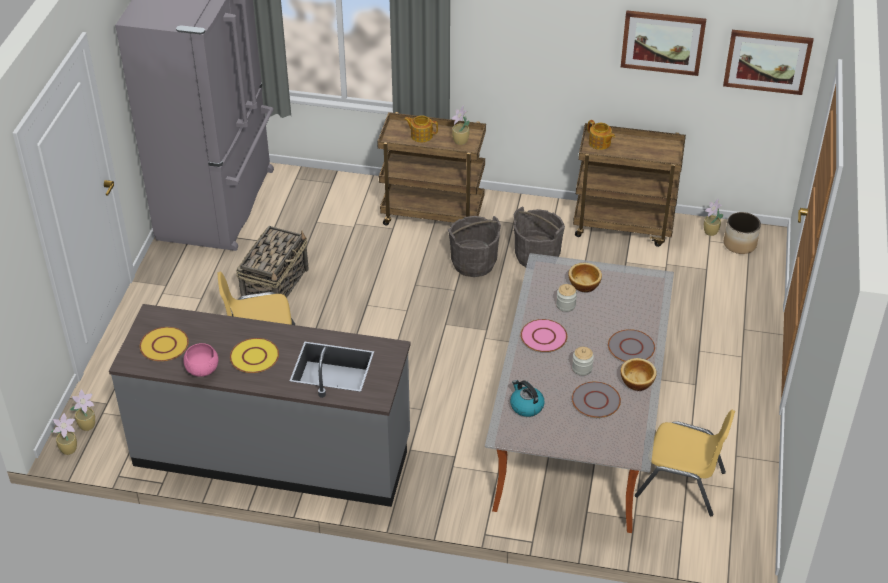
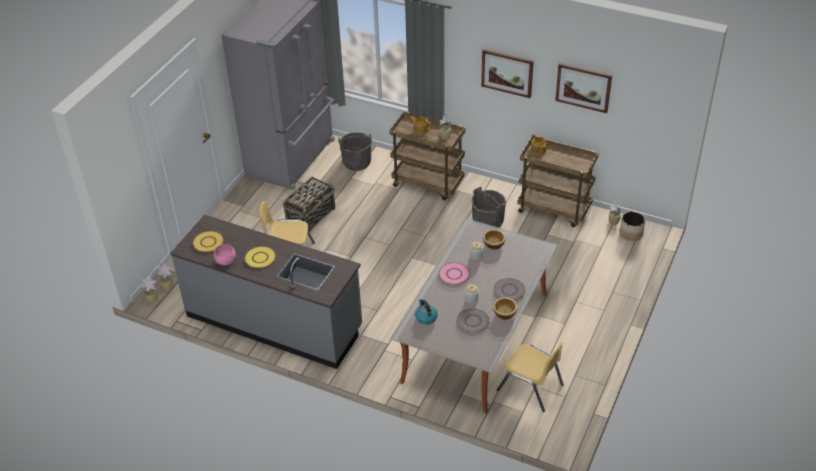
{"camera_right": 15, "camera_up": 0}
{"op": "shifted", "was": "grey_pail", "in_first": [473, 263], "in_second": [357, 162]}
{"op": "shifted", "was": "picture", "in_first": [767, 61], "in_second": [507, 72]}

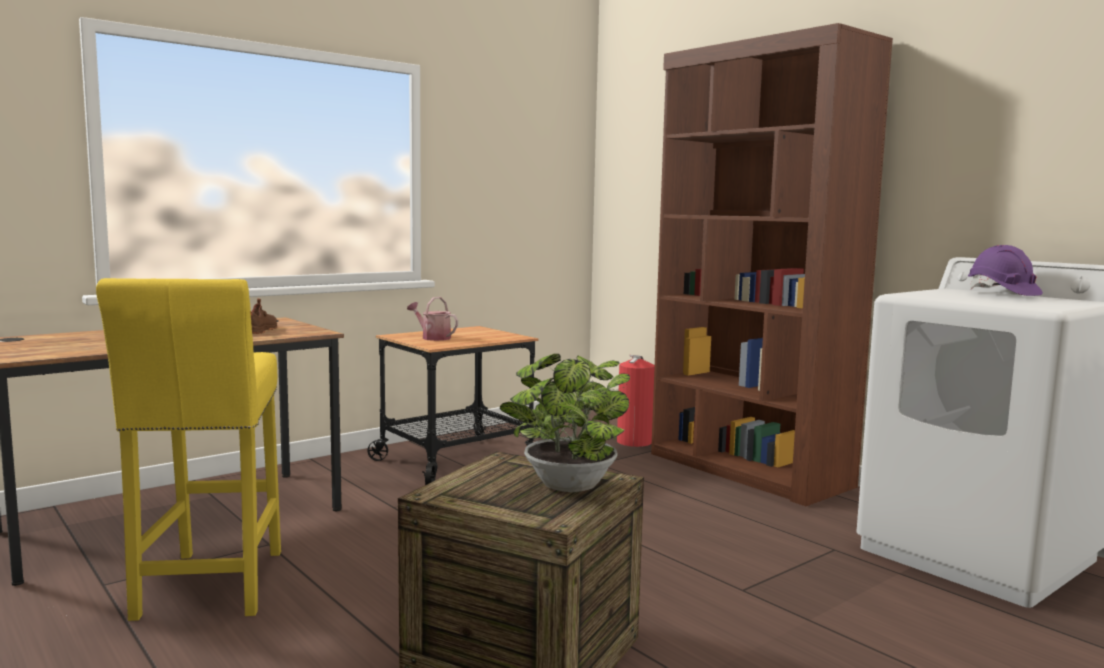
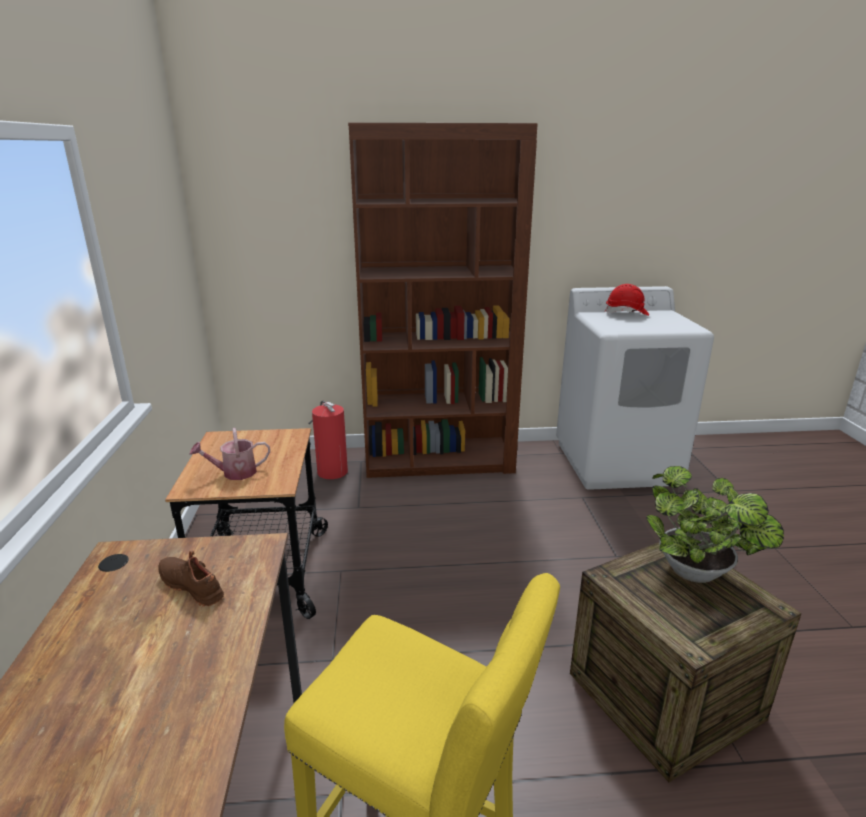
{"camera_right": -55, "camera_up": 15}
{"op": "repainted", "was": "purple-coloured_work_helmet", "now": "reddish_work_helmet", "in_first": [1002, 292], "in_second": [626, 313]}

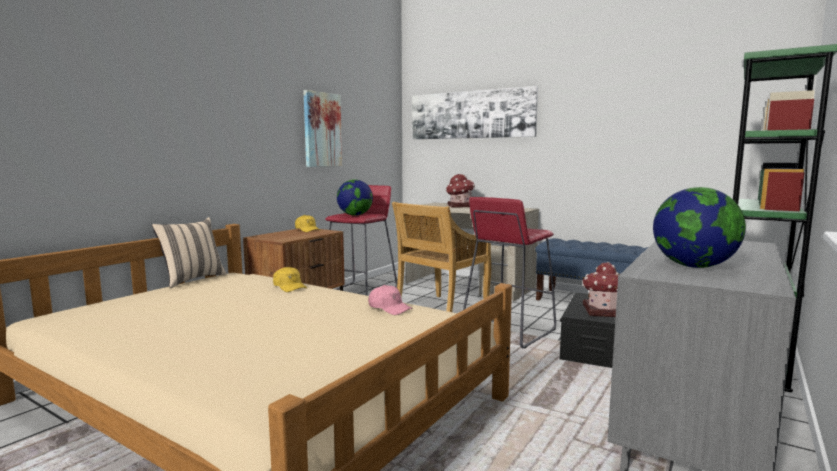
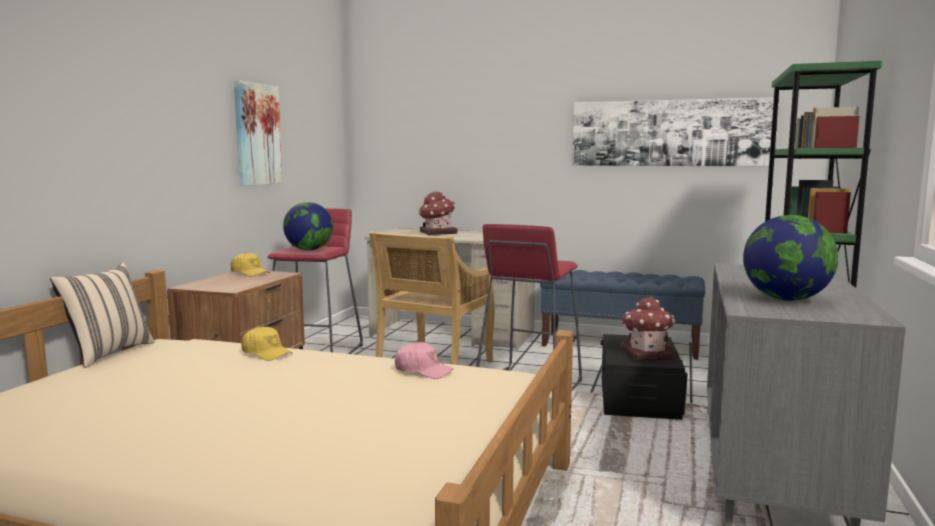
{"camera_right": -15, "camera_up": 0}
{"op": "shifted", "was": "picture", "in_first": [471, 115], "in_second": [670, 133]}

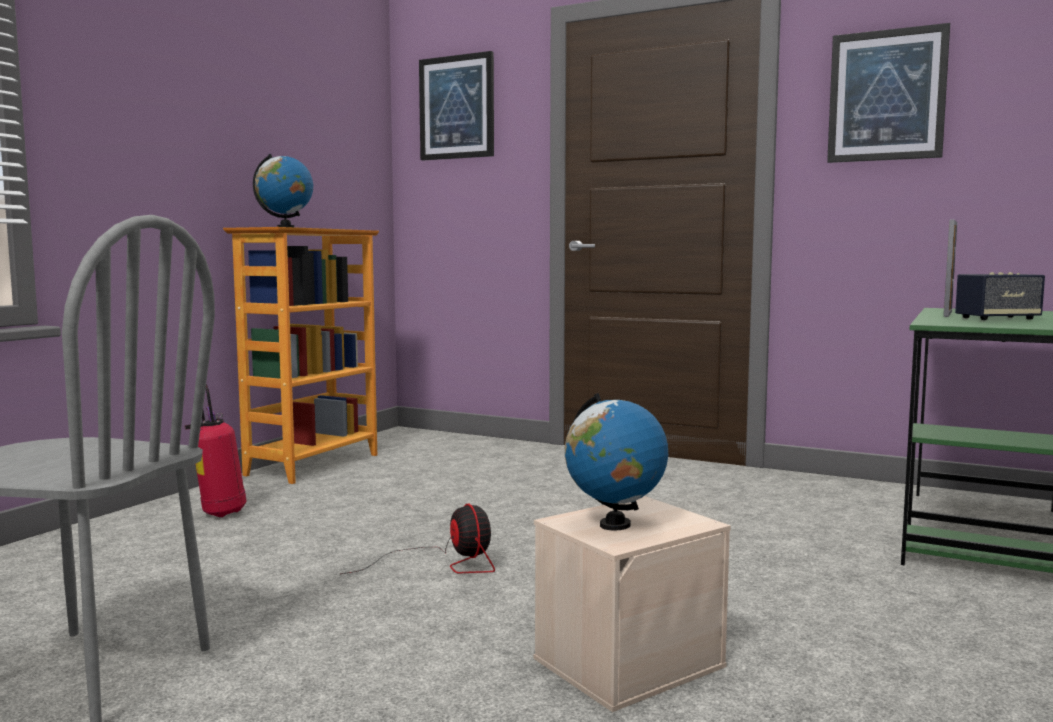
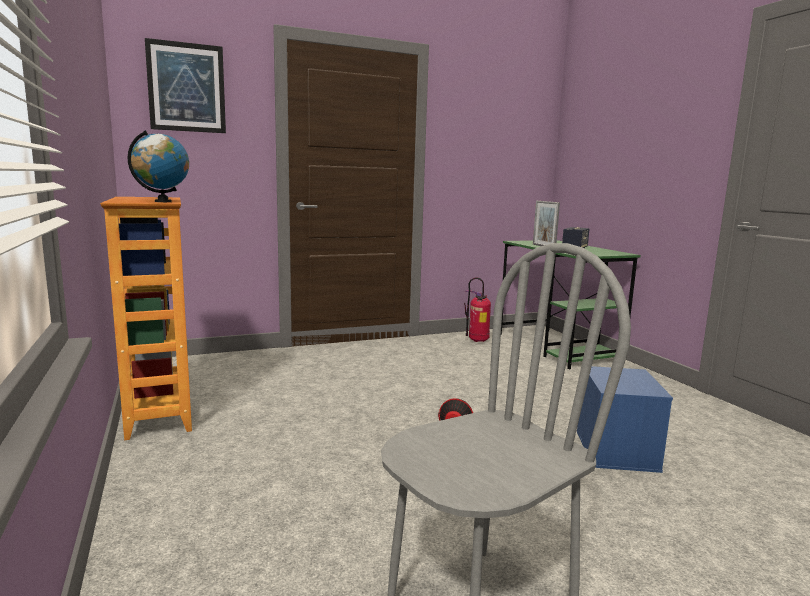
{"camera_right": -50, "camera_up": 5}
{"op": "shifted", "was": "fire-fighting_cylinder", "in_first": [220, 514], "in_second": [477, 341]}
{"op": "repainted", "was": "beige-coloured_storage_container", "now": "bluish_storage_container", "in_first": [629, 661], "in_second": [614, 450]}
{"op": "gone", "was": "globe", "in_first": [614, 525]}
{"op": "gone", "was": "picture", "in_first": [886, 96]}

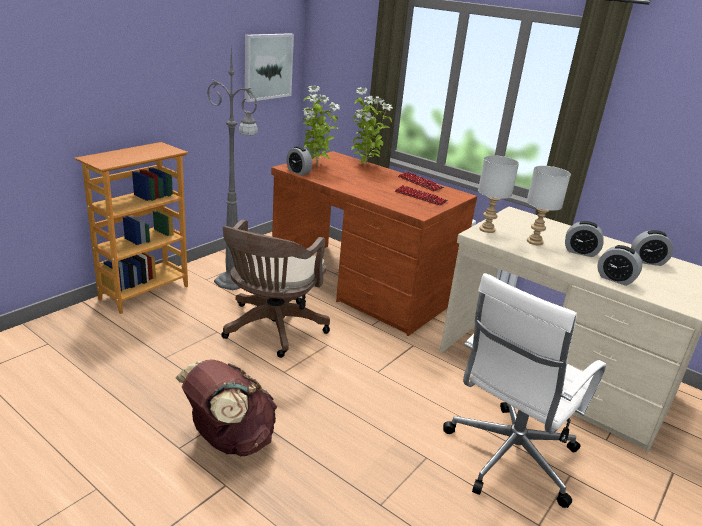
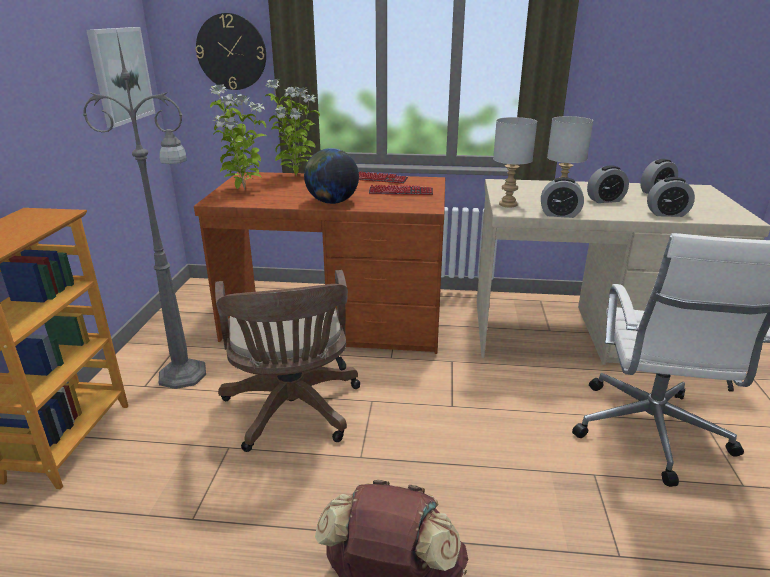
{"camera_right": -30, "camera_up": 0}
{"op": "new", "now": "hanging_clock", "in_second": [231, 52]}
{"op": "new", "now": "globe", "in_second": [332, 202]}
{"op": "shifted", "was": "alarm_clock", "in_first": [298, 172], "in_second": [559, 214]}

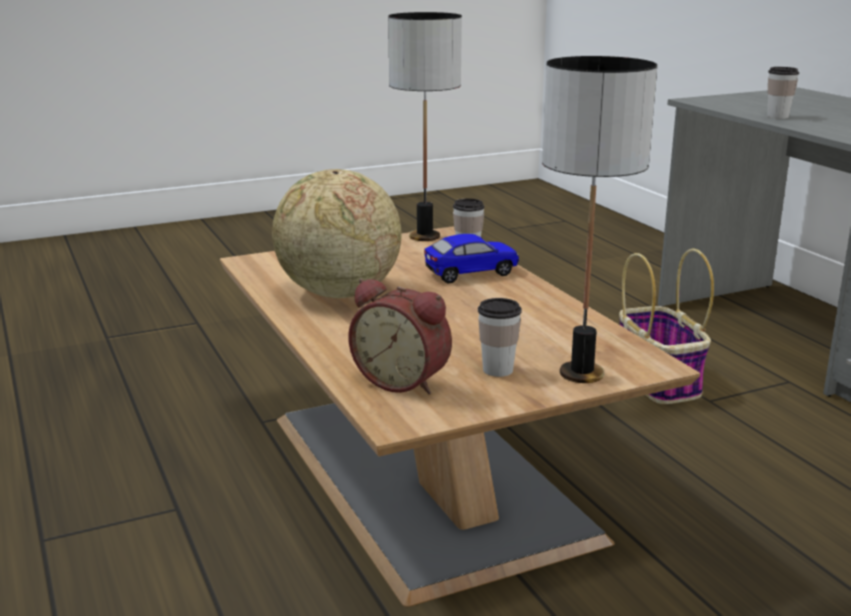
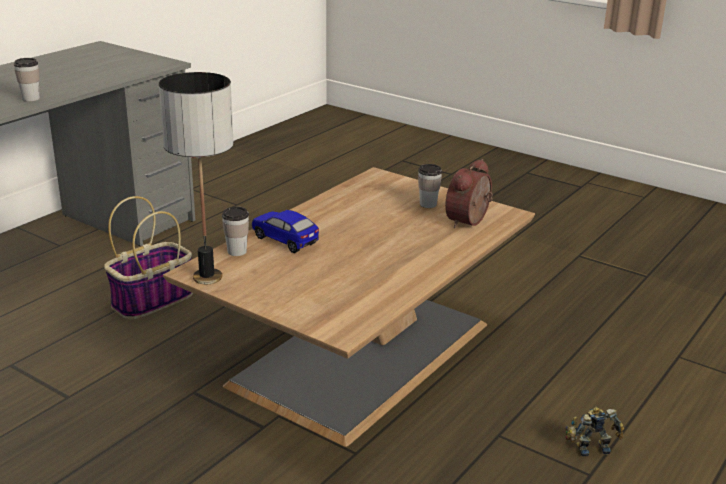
{"camera_right": -120, "camera_up": 5}
{"op": "rotated", "was": "alarm_clock", "in_first": [403, 381], "in_second": [470, 222], "clockwise": -150}
{"op": "new", "now": "toy_robot", "in_second": [591, 447]}
{"op": "gone", "was": "globe", "in_first": [338, 293]}
{"op": "gone", "was": "lamp_for_a_table", "in_first": [580, 374]}

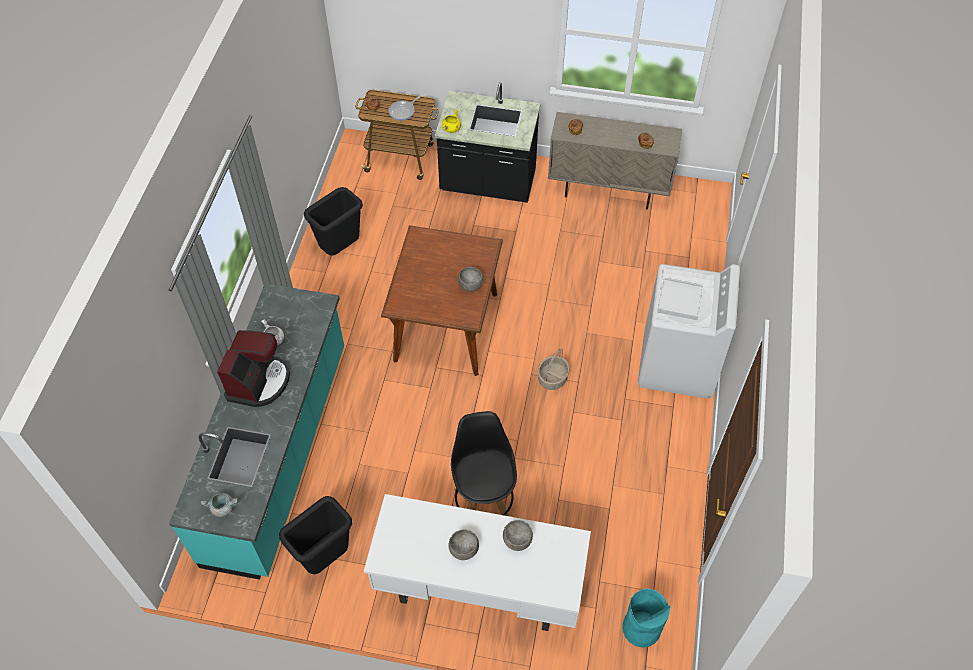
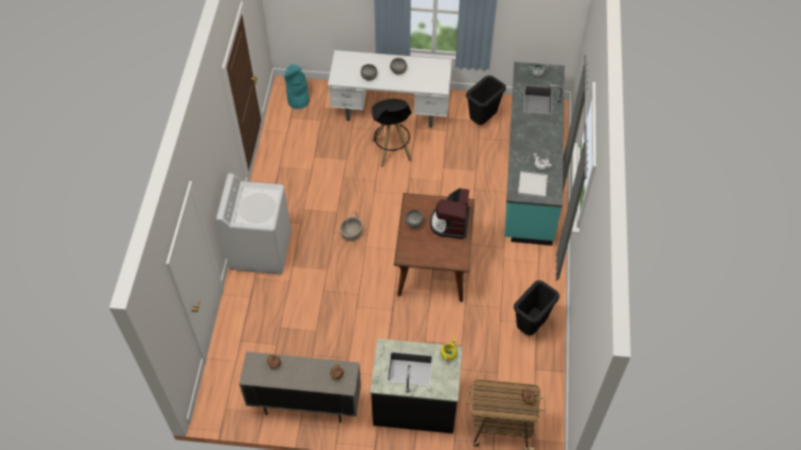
{"camera_right": 175, "camera_up": 0}
{"op": "shifted", "was": "coffee_brewer", "in_first": [259, 382], "in_second": [450, 222]}
{"op": "shifted", "was": "whitish_serving_tray", "in_first": [679, 300], "in_second": [532, 186]}
{"op": "gone", "was": "skillet", "in_first": [403, 111]}

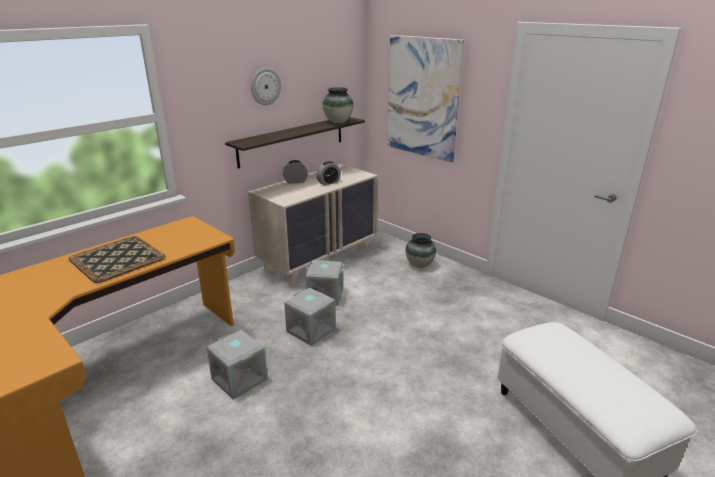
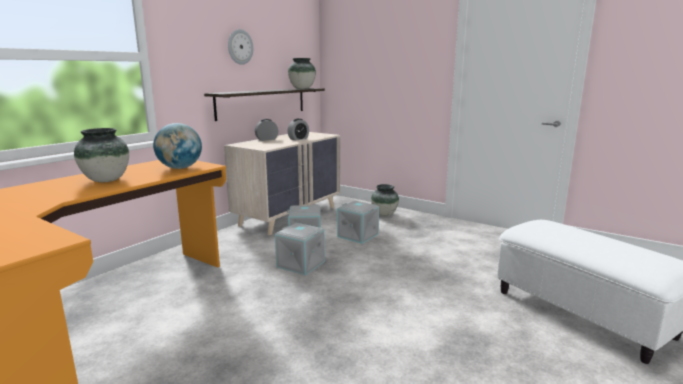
{"camera_right": -10, "camera_up": -10}
{"op": "swapped", "was": "serving_tray", "now": "vase", "in_first": [118, 259], "in_second": [106, 180]}
{"op": "new", "now": "globe", "in_second": [180, 168]}
{"op": "shifted", "was": "grey_storage_container", "in_first": [240, 379], "in_second": [358, 235]}
{"op": "gone", "was": "picture", "in_first": [423, 97]}

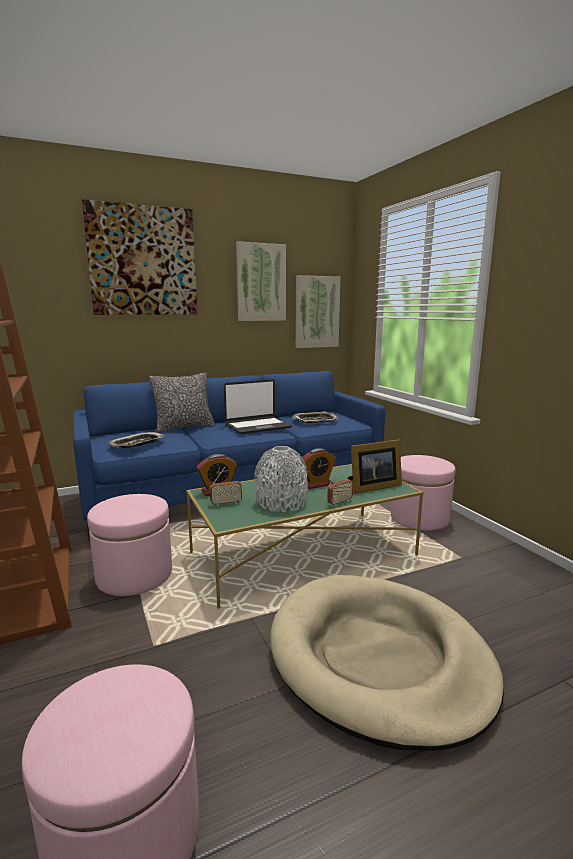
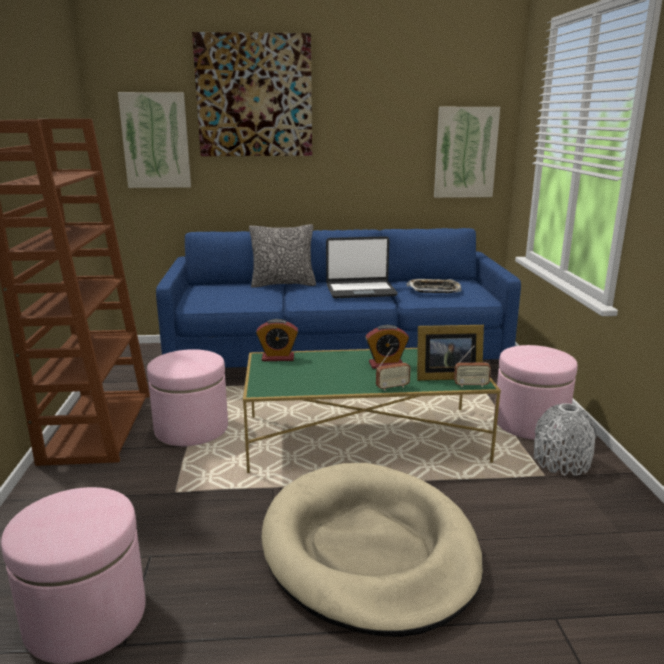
{"camera_right": 20, "camera_up": 5}
{"op": "shifted", "was": "picture", "in_first": [261, 282], "in_second": [156, 140]}
{"op": "shifted", "was": "radio", "in_first": [226, 503], "in_second": [471, 385]}
{"op": "shifted", "was": "grey_vase", "in_first": [281, 502], "in_second": [561, 461]}
{"op": "gone", "was": "serving_tray", "in_first": [137, 444]}

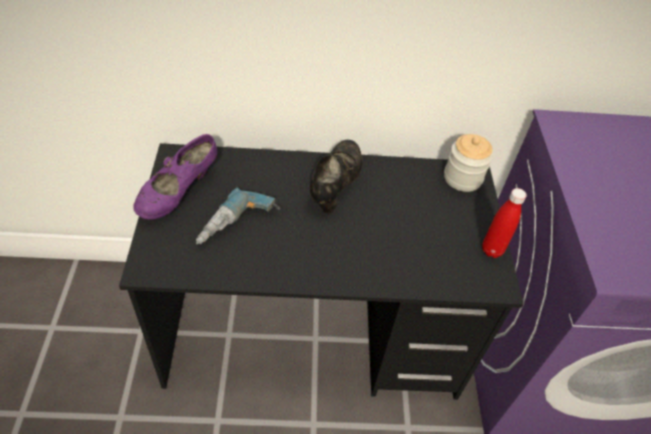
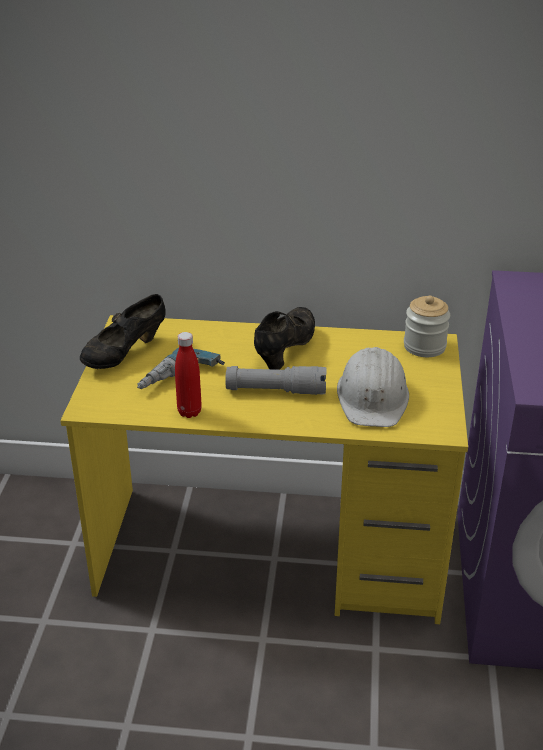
{"camera_right": 10, "camera_up": -15}
{"op": "repainted", "was": "blackish_desk_table", "now": "yellowish_desk_table", "in_first": [313, 334], "in_second": [272, 553]}
{"op": "repainted", "was": "purple-coloured_item_of_footwear", "now": "blackish_item_of_footwear", "in_first": [179, 194], "in_second": [125, 354]}
{"op": "shifted", "was": "reddish_beverage_bottle", "in_first": [492, 250], "in_second": [189, 412]}
{"op": "new", "now": "grey_flashlight", "in_second": [276, 391]}
{"op": "new", "now": "whitish_work_helmet", "in_second": [373, 397]}

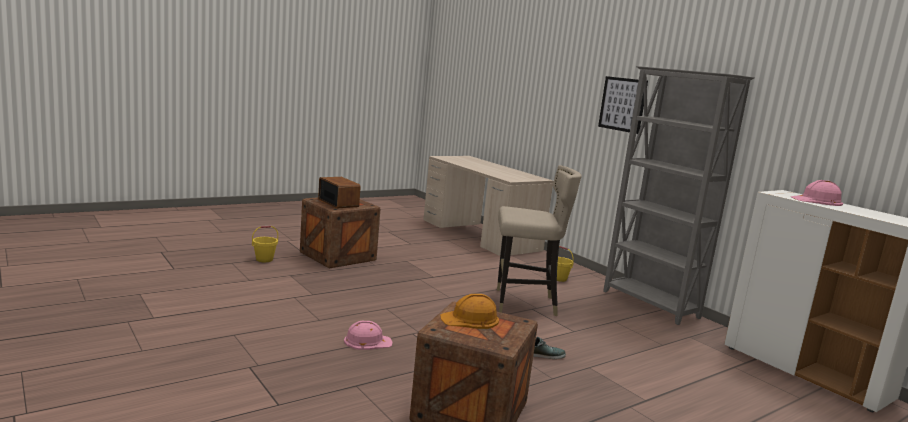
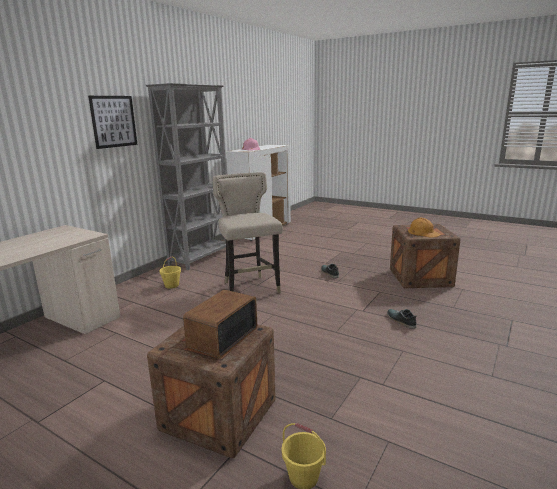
{"camera_right": -110, "camera_up": 5}
{"op": "swapped", "was": "pink-coloured_work_helmet", "now": "item_of_footwear", "in_first": [367, 341], "in_second": [400, 321]}

